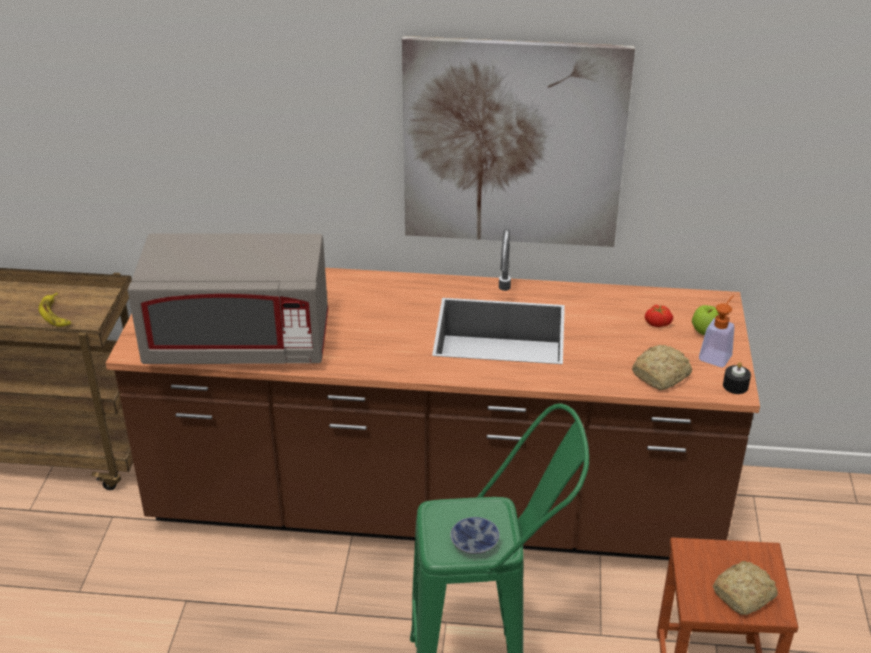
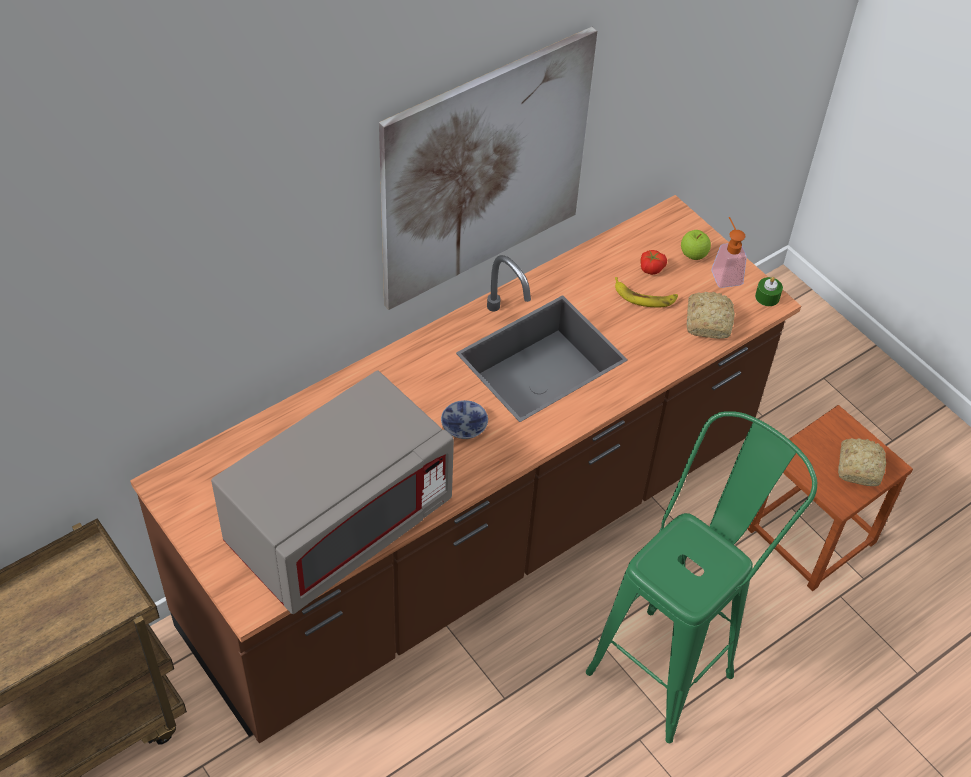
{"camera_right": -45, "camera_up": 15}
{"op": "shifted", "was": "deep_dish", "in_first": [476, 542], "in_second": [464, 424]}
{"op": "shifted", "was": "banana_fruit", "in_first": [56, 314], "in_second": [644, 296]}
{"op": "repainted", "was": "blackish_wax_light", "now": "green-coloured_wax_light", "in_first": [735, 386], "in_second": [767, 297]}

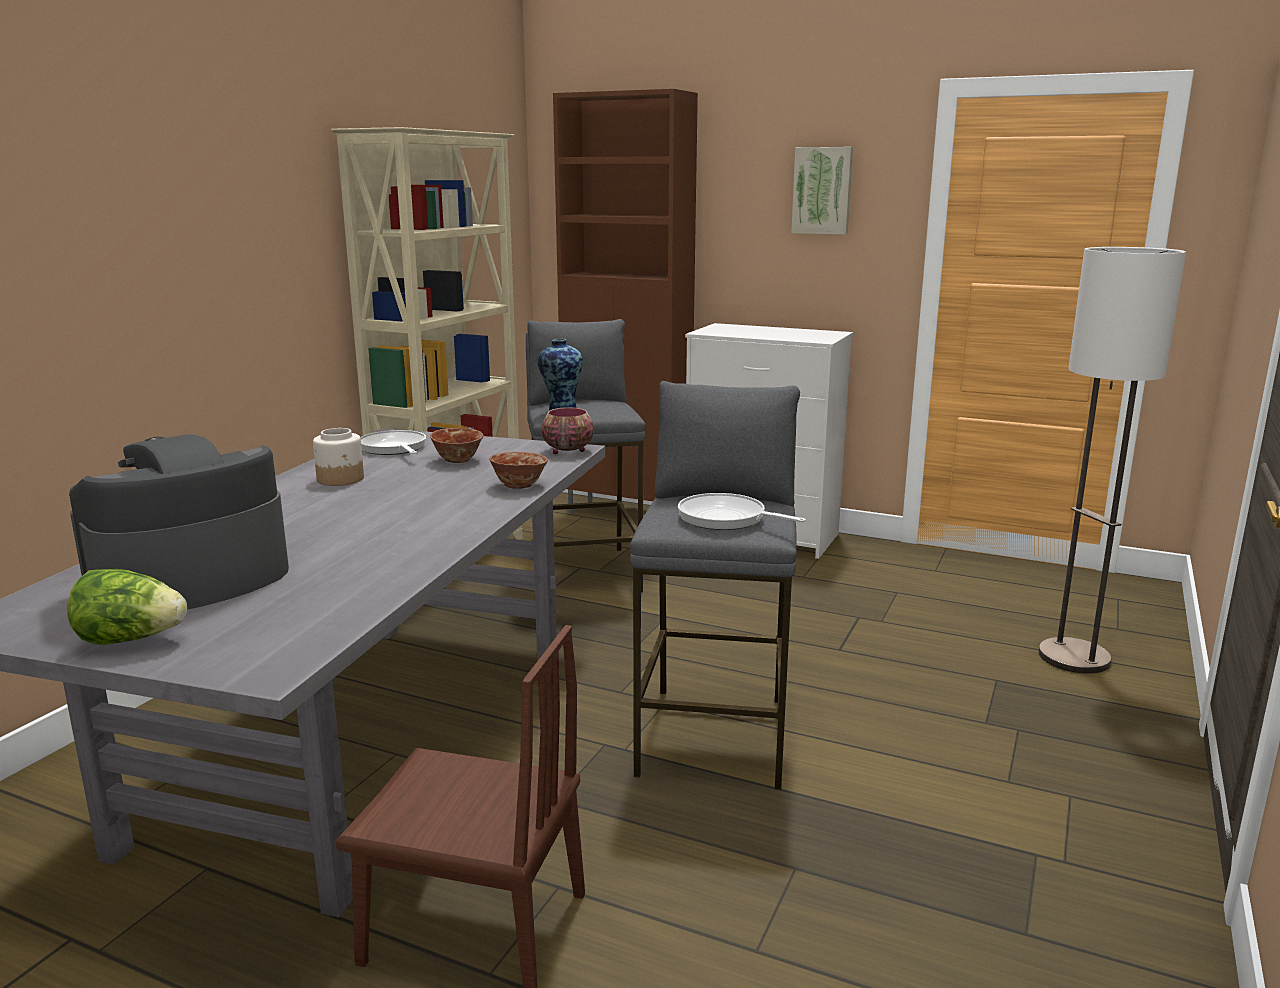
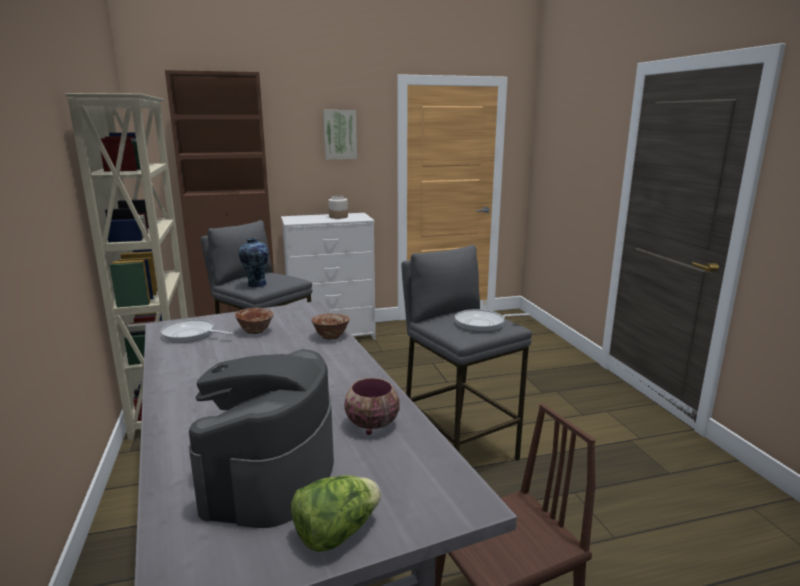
{"camera_right": -40, "camera_up": 0}
{"op": "shifted", "was": "jar", "in_first": [341, 479], "in_second": [338, 217]}
{"op": "shifted", "was": "deep_dish", "in_first": [567, 451], "in_second": [370, 425]}
{"op": "gone", "was": "standing_lamp", "in_first": [1074, 658]}

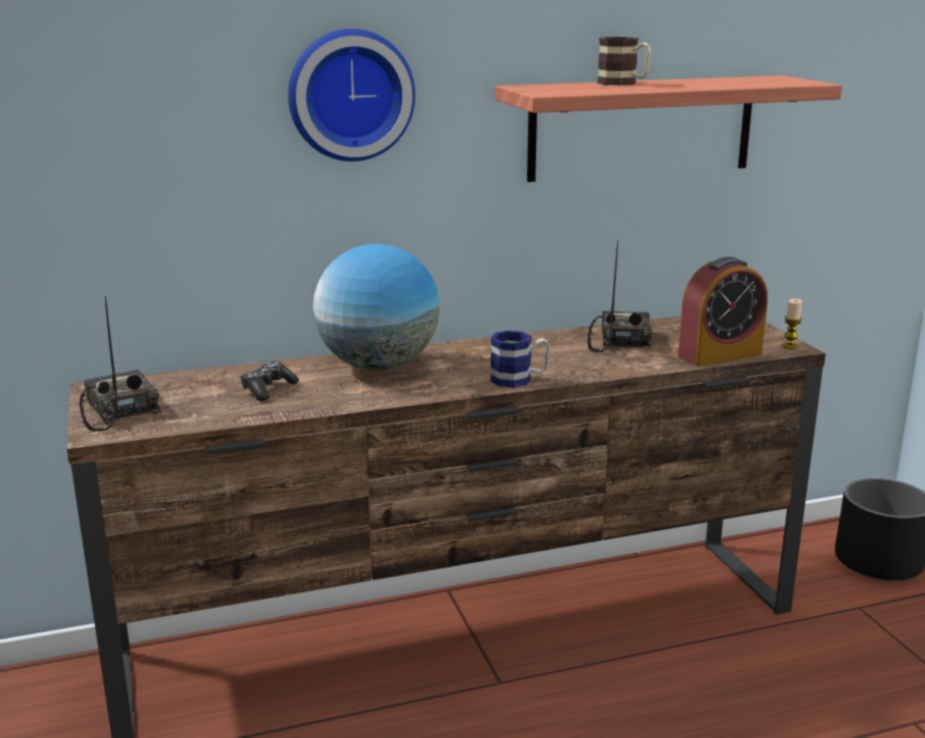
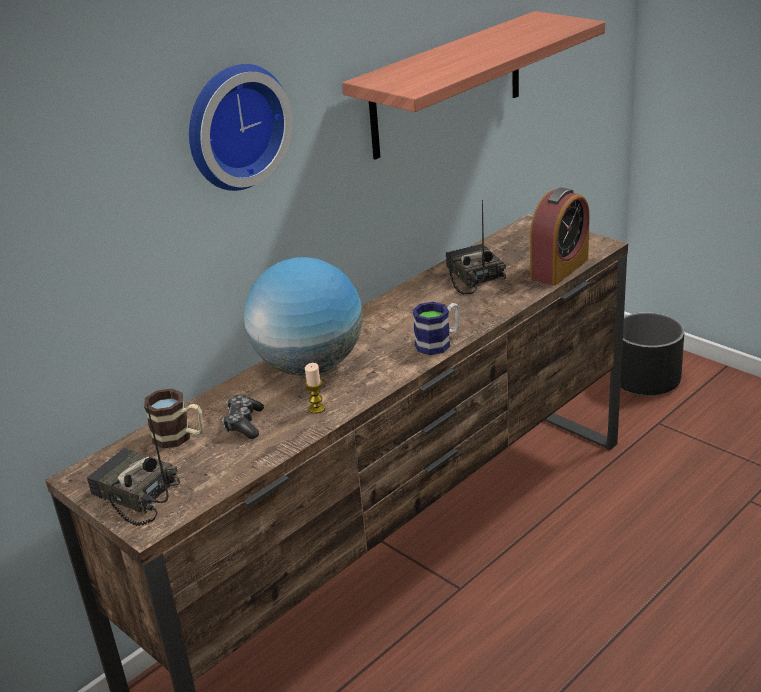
{"camera_right": -25, "camera_up": 10}
{"op": "shifted", "was": "tea_mug", "in_first": [623, 83], "in_second": [179, 437]}
{"op": "shifted", "was": "wax_light", "in_first": [790, 346], "in_second": [316, 408]}

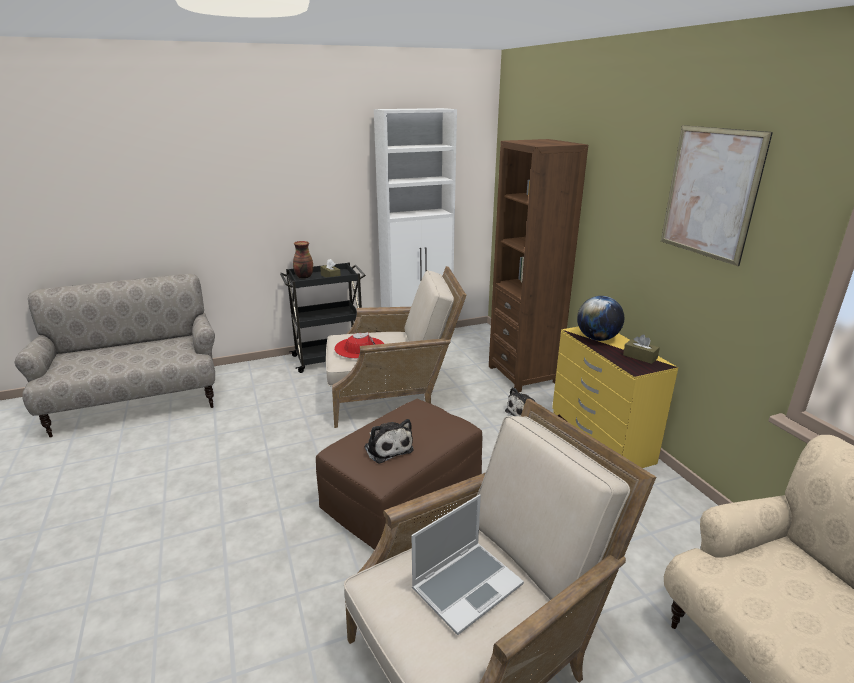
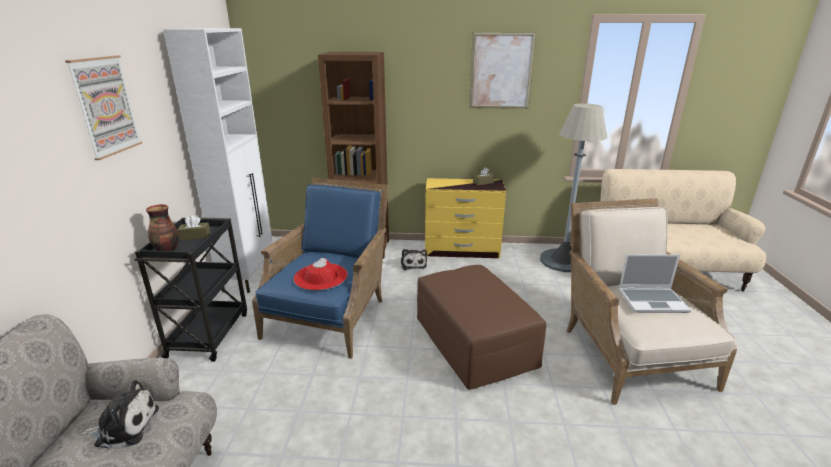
{"camera_right": -65, "camera_up": 0}
{"op": "new", "now": "picture", "in_second": [105, 106]}
{"op": "shifted", "was": "soft_toy", "in_first": [387, 447], "in_second": [124, 426]}
{"op": "repainted", "was": "beige-coloured_lounge_chair", "now": "bluish_lounge_chair", "in_first": [393, 397], "in_second": [331, 313]}
{"op": "new", "now": "grey_standing_lamp", "in_second": [563, 261]}
{"op": "rotated", "was": "notebook_computer", "in_first": [467, 585], "in_second": [652, 301], "clockwise": 105}
{"op": "gone", "was": "globe", "in_first": [597, 338]}

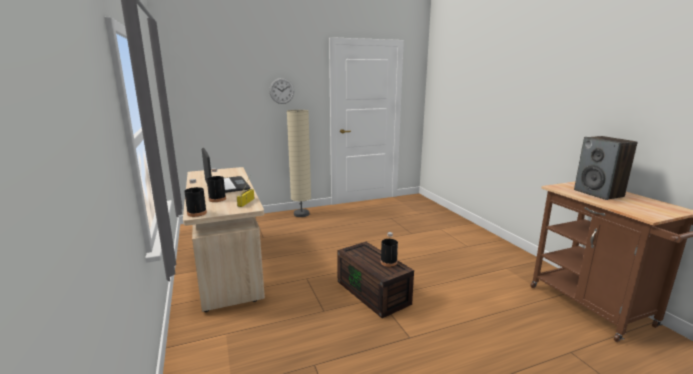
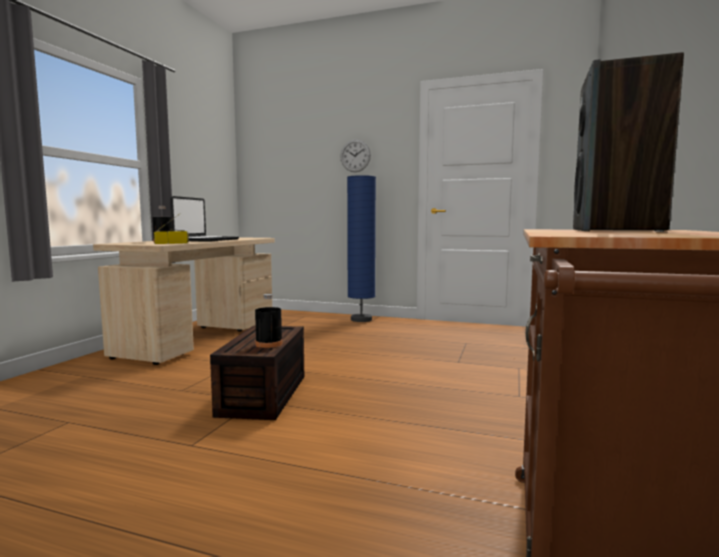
{"camera_right": 40, "camera_up": -10}
{"op": "repainted", "was": "beige-coloured_standing_lamp", "now": "bluish_standing_lamp", "in_first": [301, 214], "in_second": [361, 319]}
{"op": "gone", "was": "blackish_beverage_bottle", "in_first": [197, 213]}

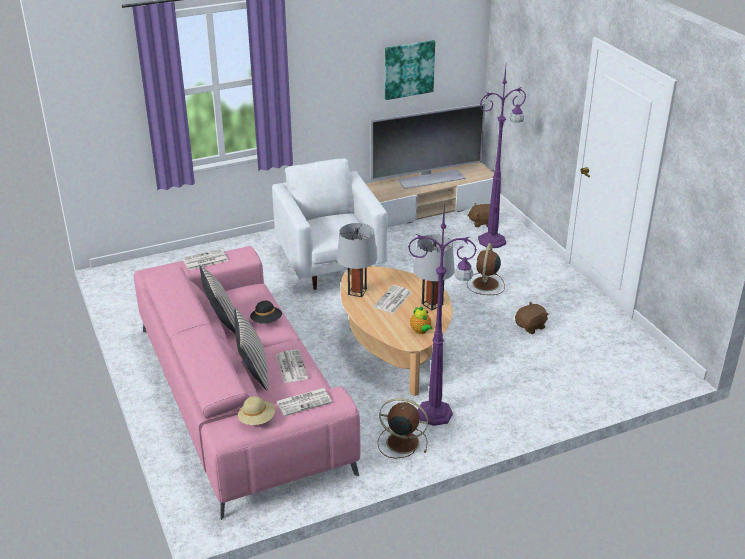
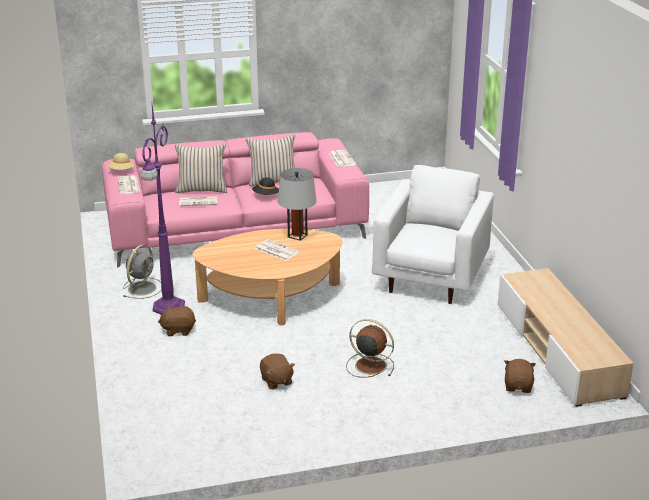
{"camera_right": 100, "camera_up": -5}
{"op": "repainted", "was": "brown_fan", "now": "grey_fan", "in_first": [401, 442], "in_second": [143, 288]}
{"op": "new", "now": "brown_soft_toy", "in_second": [178, 330]}
{"op": "rotated", "was": "whitish_lounge_chair", "in_first": [330, 264], "in_second": [431, 278], "clockwise": -60}
{"op": "gone", "was": "television", "in_first": [430, 178]}
{"op": "gone", "was": "picture", "in_first": [408, 69]}
{"op": "gone", "was": "tea_pot", "in_first": [421, 331]}
{"op": "gone", "was": "grey_lamp_for_a_table", "in_first": [432, 304]}
{"op": "gone", "was": "purple-coloured_standing_lamp", "in_first": [493, 240]}

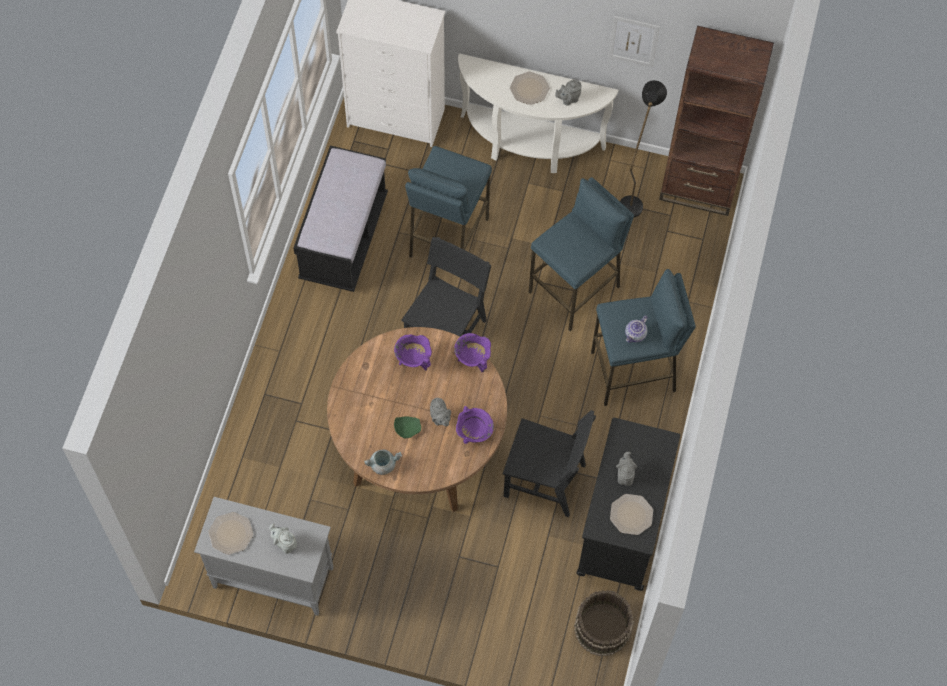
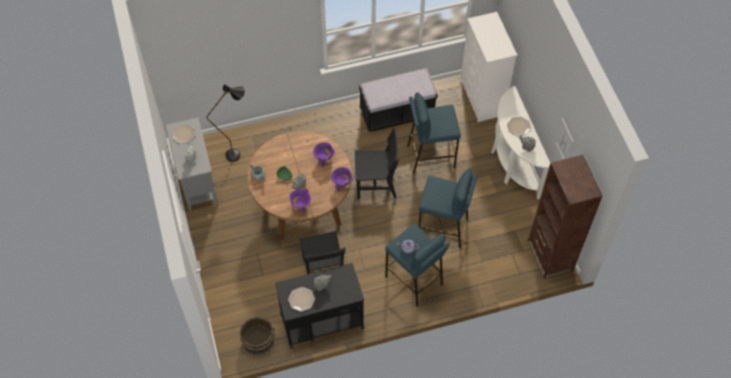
{"camera_right": 60, "camera_up": -5}
{"op": "shifted", "was": "blackish_standing_lamp", "in_first": [632, 199], "in_second": [238, 154]}

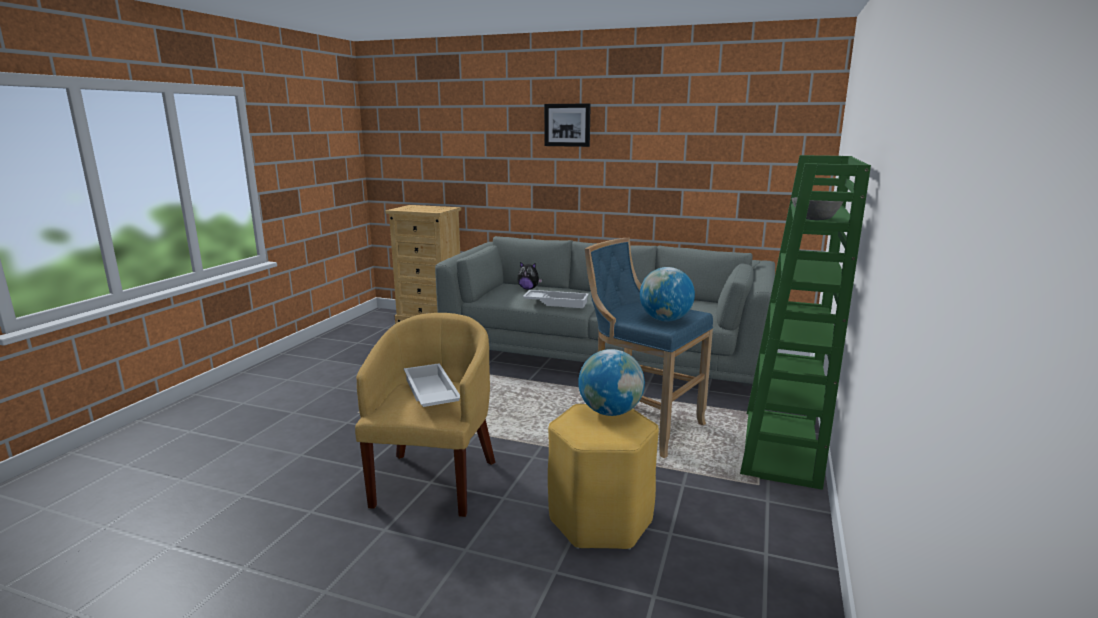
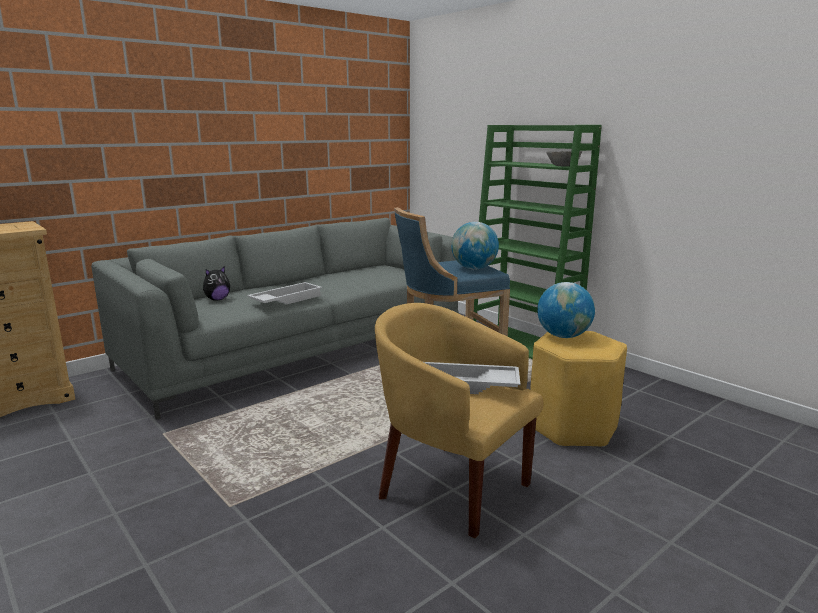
{"camera_right": -60, "camera_up": 0}
{"op": "gone", "was": "picture", "in_first": [567, 125]}

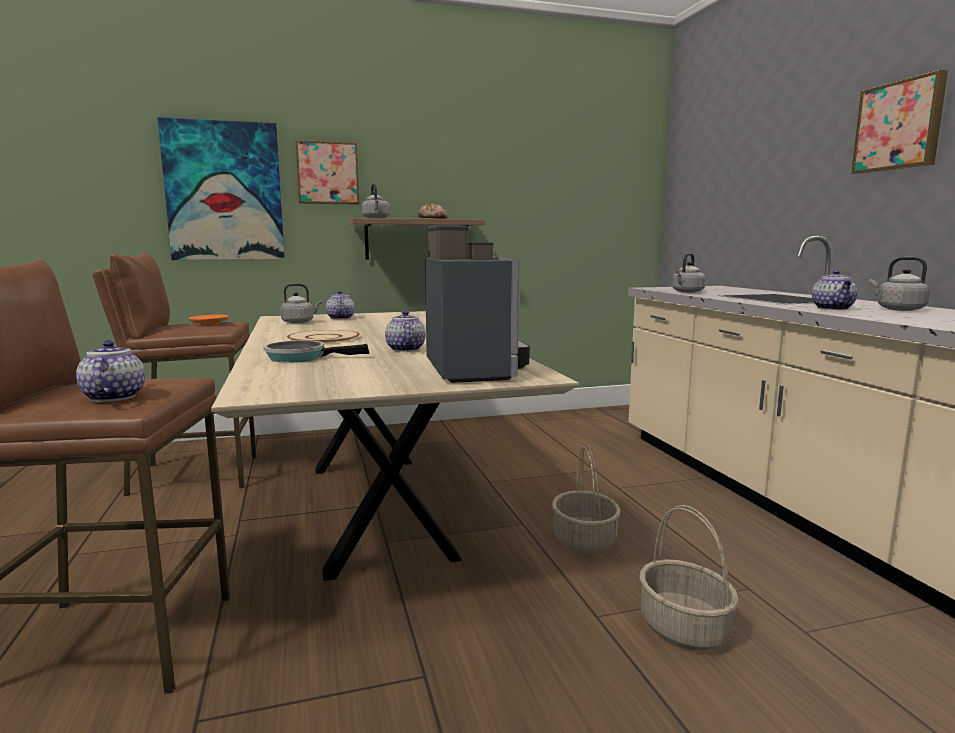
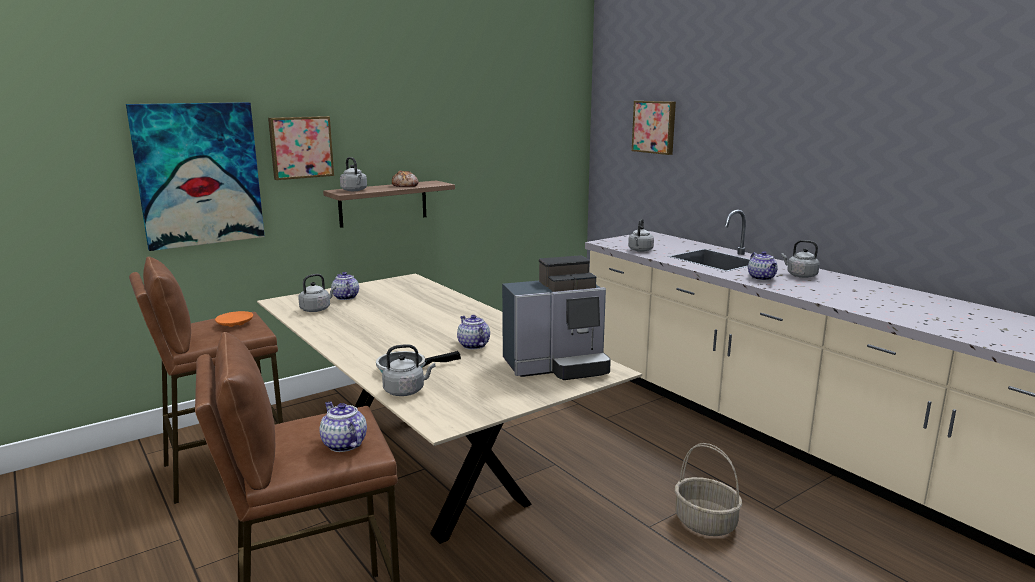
{"camera_right": -20, "camera_up": 5}
{"op": "new", "now": "grey_tea_kettle", "in_second": [406, 391]}
{"op": "rotated", "was": "coffee_brewer", "in_first": [475, 368], "in_second": [557, 366], "clockwise": 105}
{"op": "shifted", "was": "picture", "in_first": [899, 126], "in_second": [655, 127]}
{"op": "gone", "was": "beige-coloured_dinner_plate", "in_first": [323, 338]}
{"op": "gone", "was": "basket", "in_first": [585, 541]}

